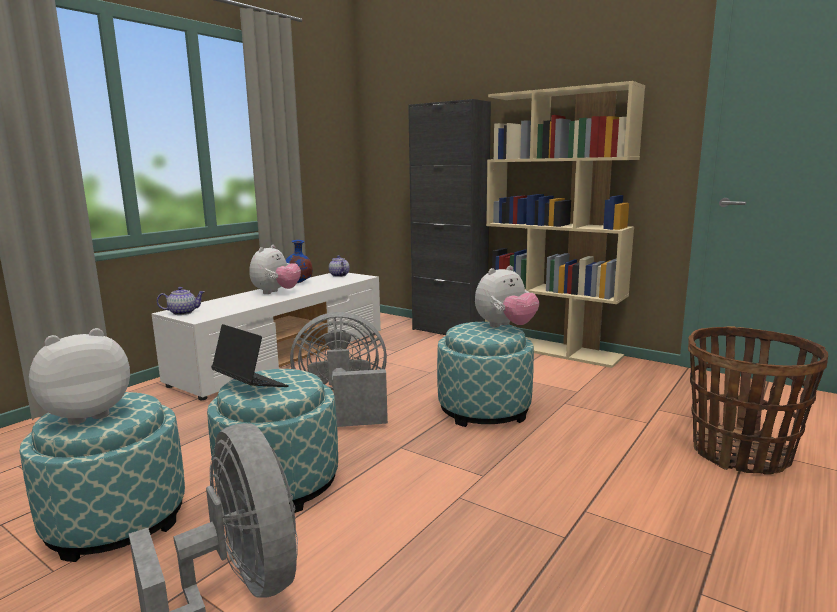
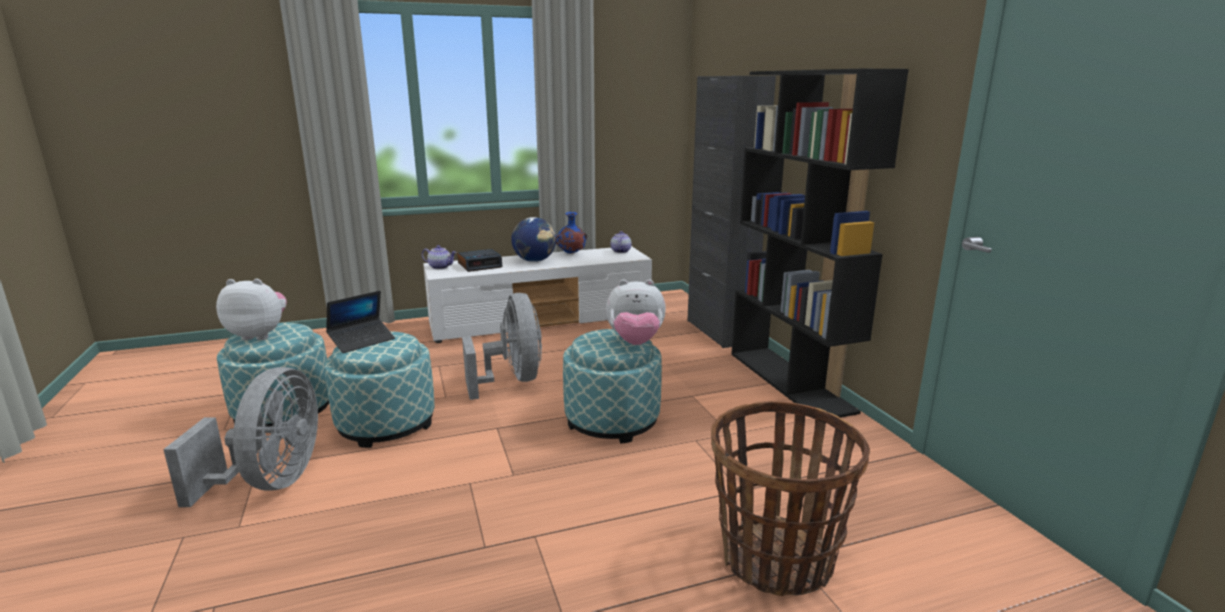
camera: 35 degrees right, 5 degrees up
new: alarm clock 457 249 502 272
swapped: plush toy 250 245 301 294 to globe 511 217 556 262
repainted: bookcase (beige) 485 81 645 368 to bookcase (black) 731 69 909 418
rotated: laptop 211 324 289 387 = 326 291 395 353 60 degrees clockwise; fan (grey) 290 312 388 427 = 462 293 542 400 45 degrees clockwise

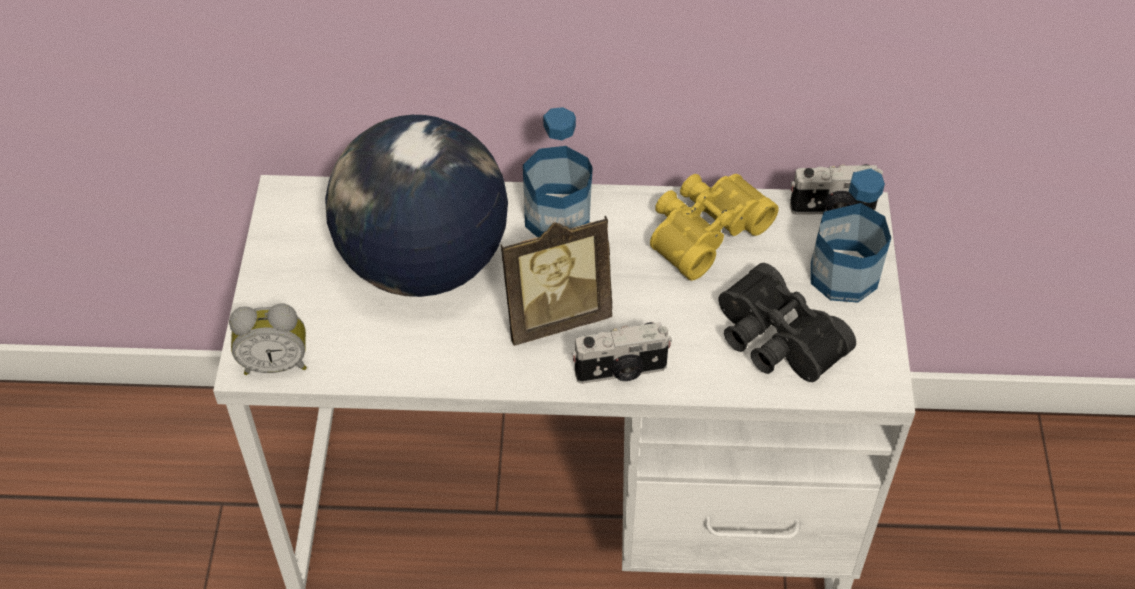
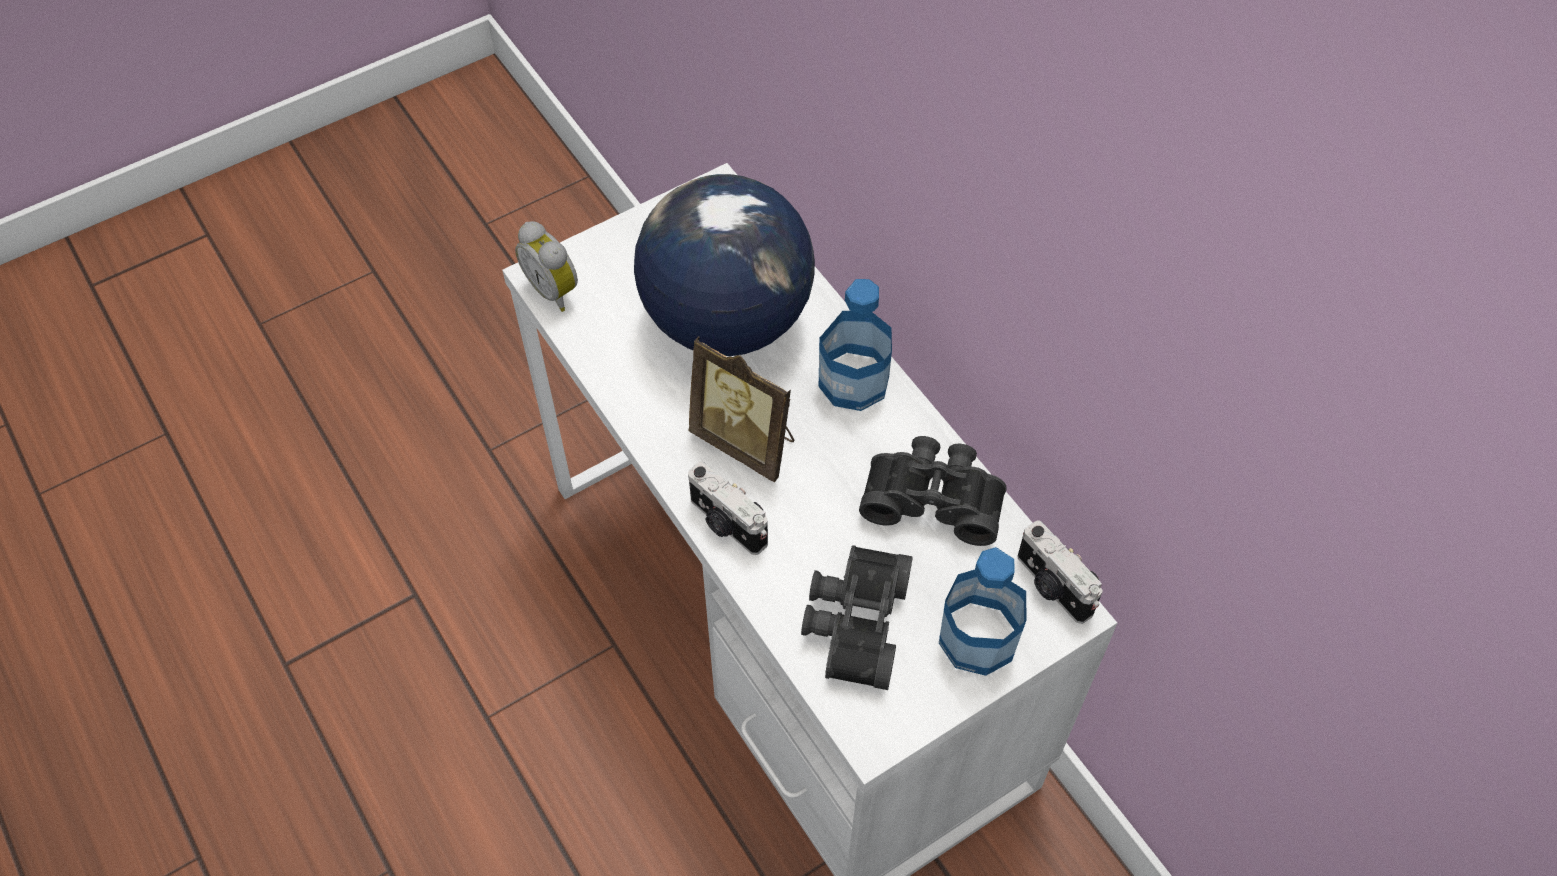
camera: 55 degrees right, 5 degrees up
repainted: binoculars (yellow) 650 174 779 281 to binoculars (black) 859 436 1007 546

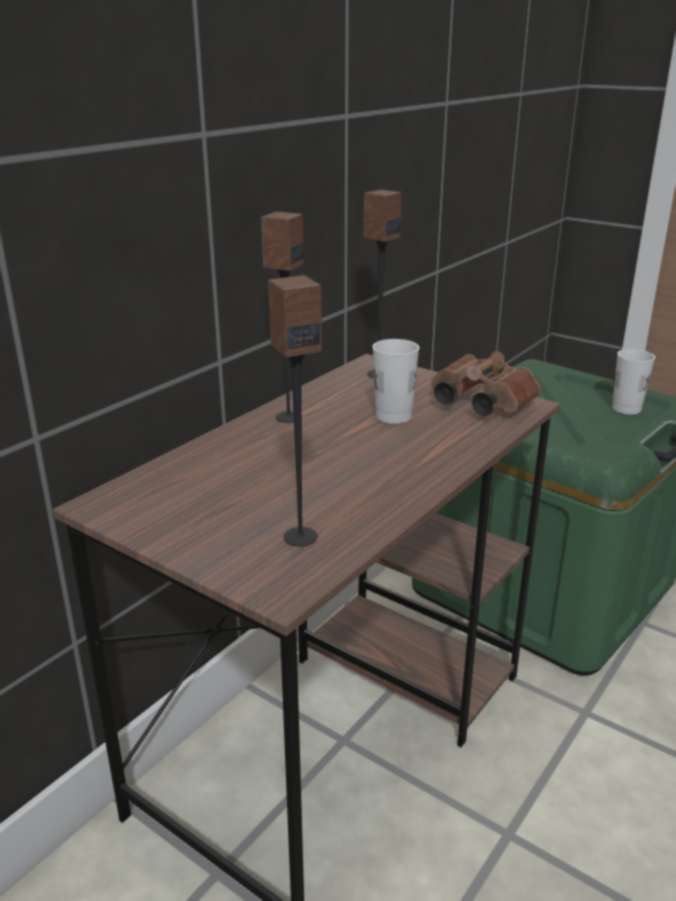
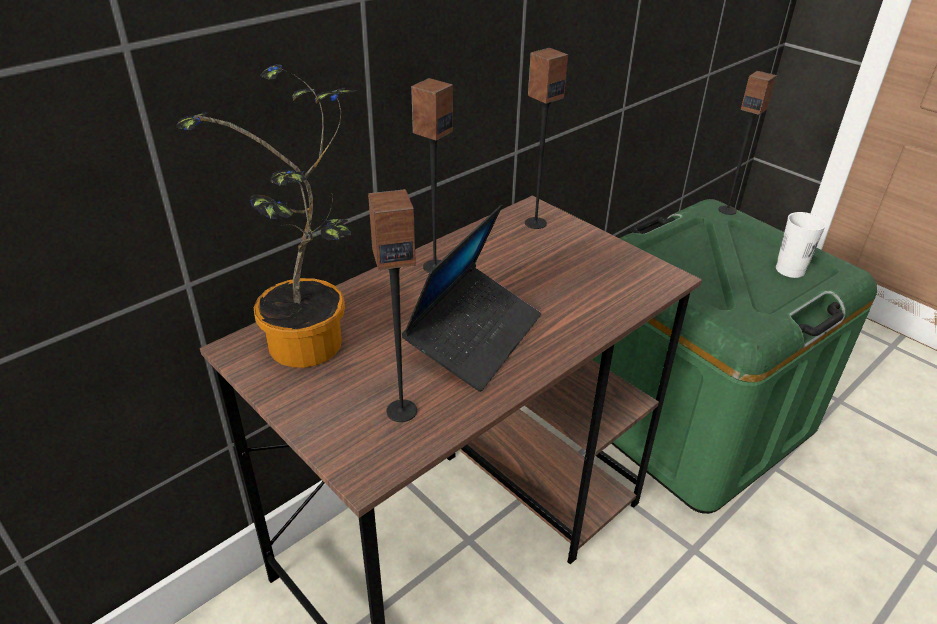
camera: 10 degrees right, 10 degrees up
gone: cup (white) 372 339 419 424; binoculars (brown) 431 351 540 417
new: potted plant 176 64 355 368; laptop 402 205 541 392; speaker 718 71 777 215

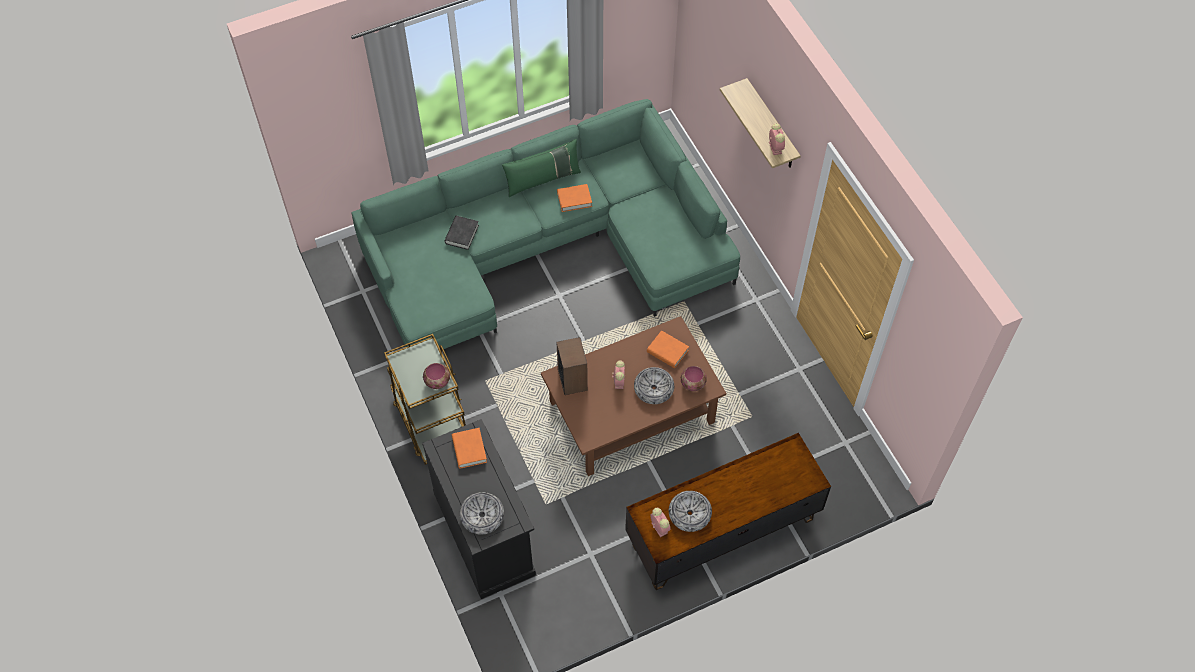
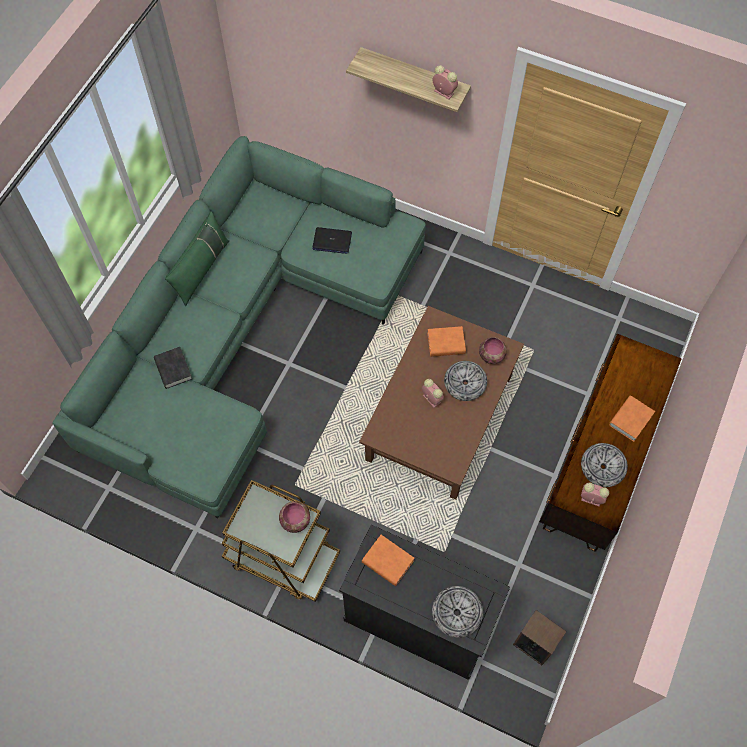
camera: 40 degrees left, 5 degrees up
new: laptop 312 227 352 254
shifted: speaker 556 337 588 395 to 513 610 567 665; book (orange) 557 184 592 212 to 609 396 655 442

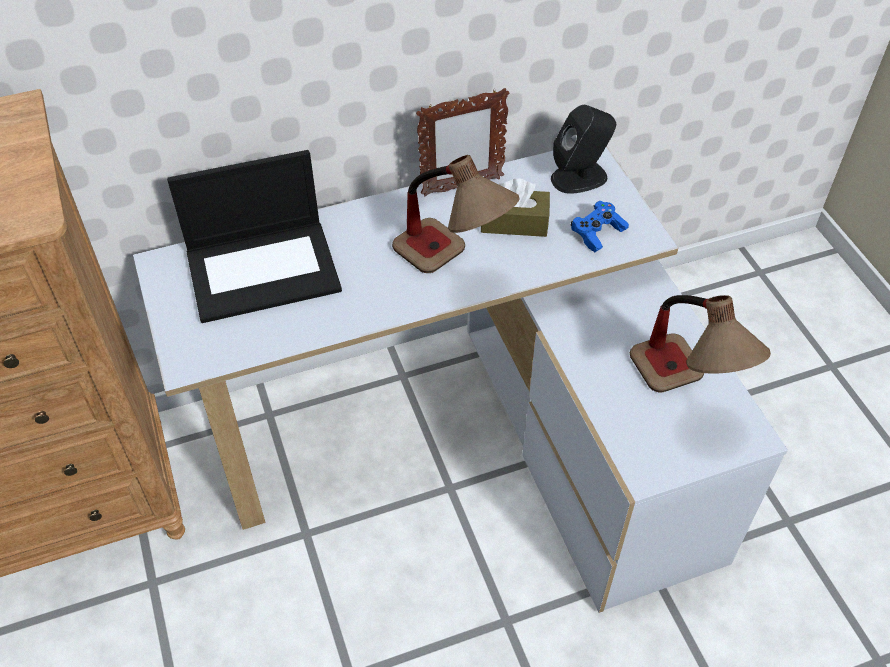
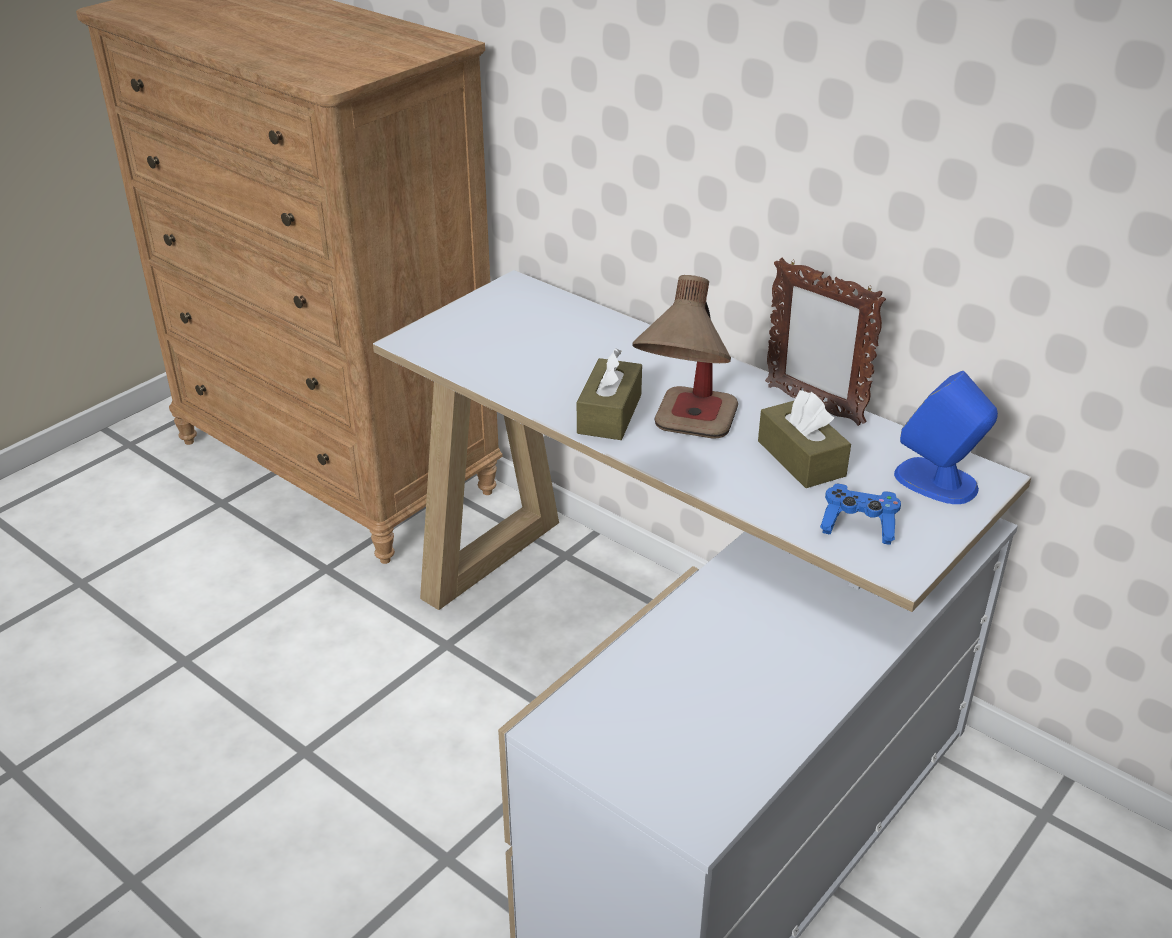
camera: 60 degrees right, 15 degrees down
gone: laptop 167 150 342 323; table lamp 630 295 771 392
new: tissue box (brown) 577 348 642 440
repainted: speaker (black) 551 105 616 194 to speaker (blue) 894 371 998 504

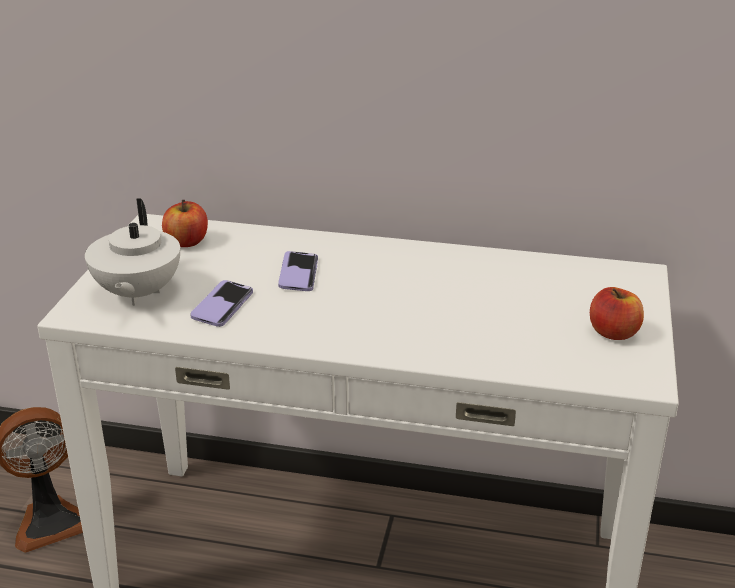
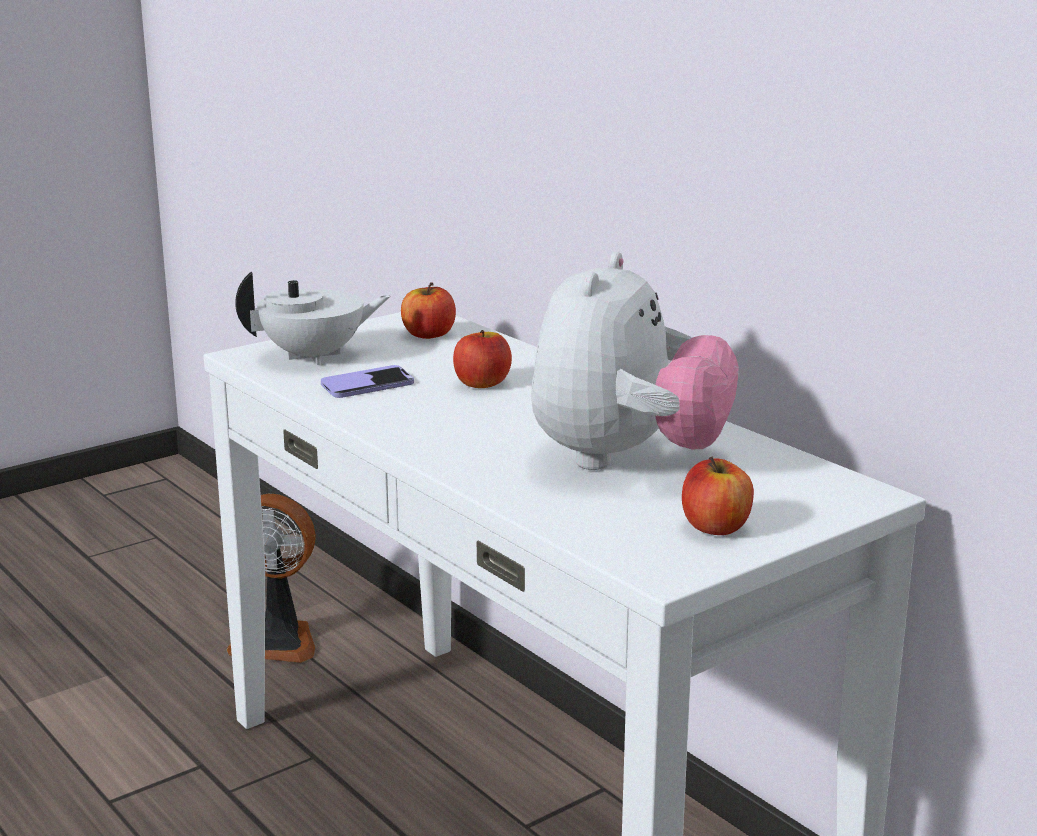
camera: 40 degrees right, 10 degrees down
new: plush toy 531 252 739 470
swapped: phone 278 251 318 291 to apple 453 330 512 388
rotated: teapot (white) 85 199 180 306 = 235 272 391 365 150 degrees counterclockwise

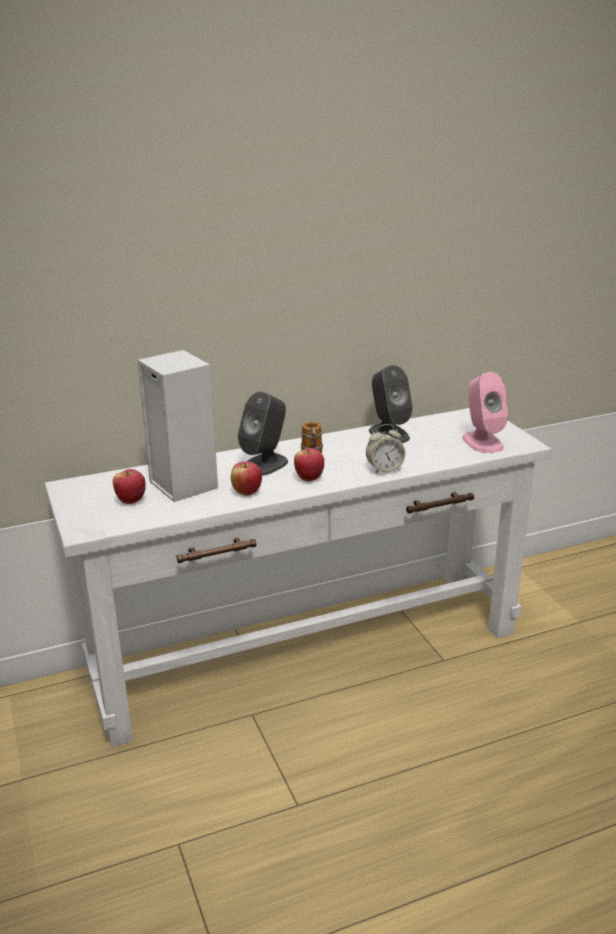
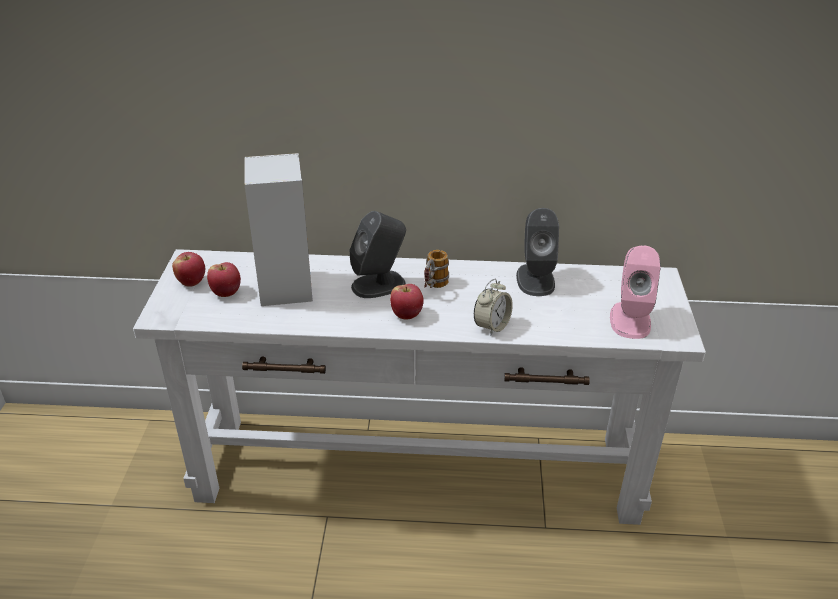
camera: 25 degrees right, 10 degrees up
shifted: apple 231 461 262 496 to 172 252 205 287
rotated: alarm clock 366 424 405 474 = 474 279 513 336 60 degrees counterclockwise

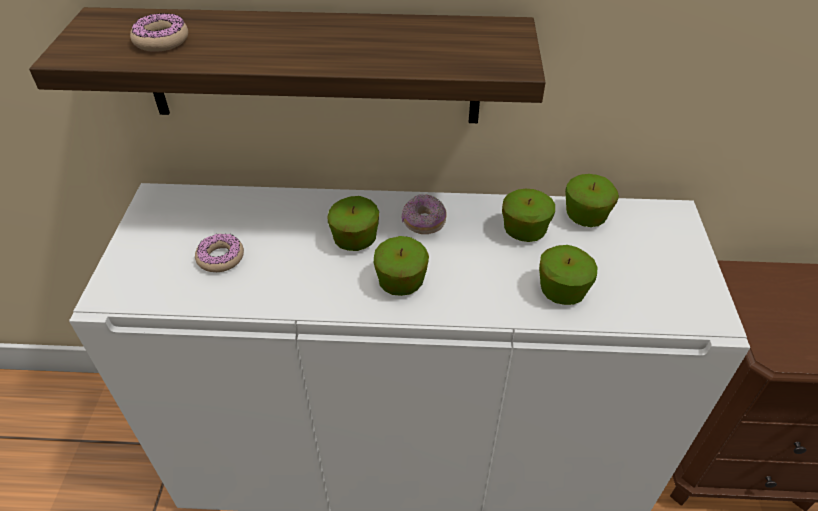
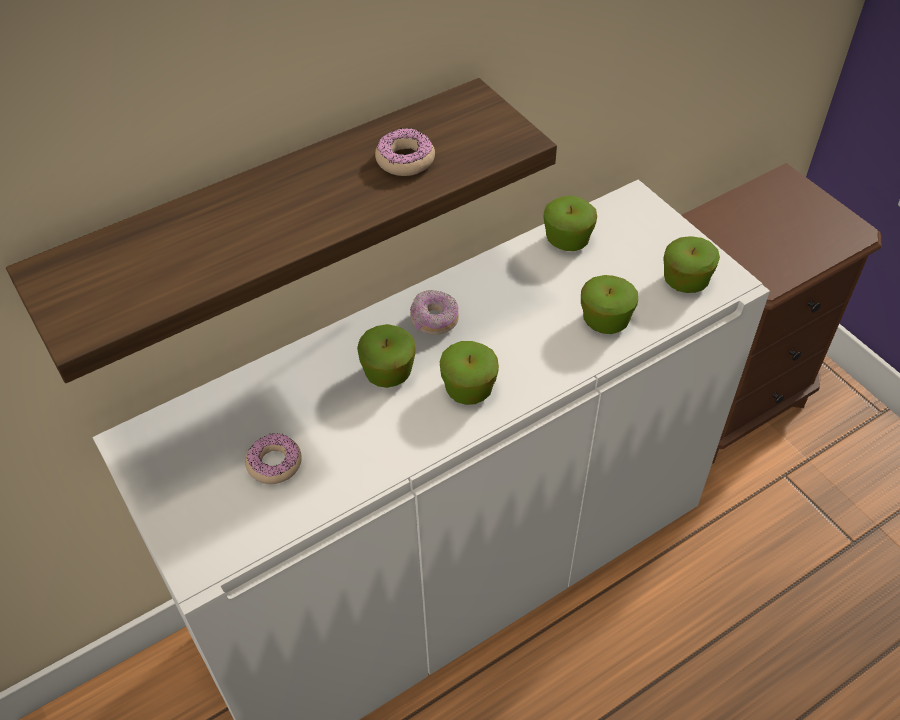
camera: 35 degrees left, 5 degrees up
shifted: donut 130 13 188 52 to 375 128 435 176; apple 502 189 555 242 to 663 236 720 293

